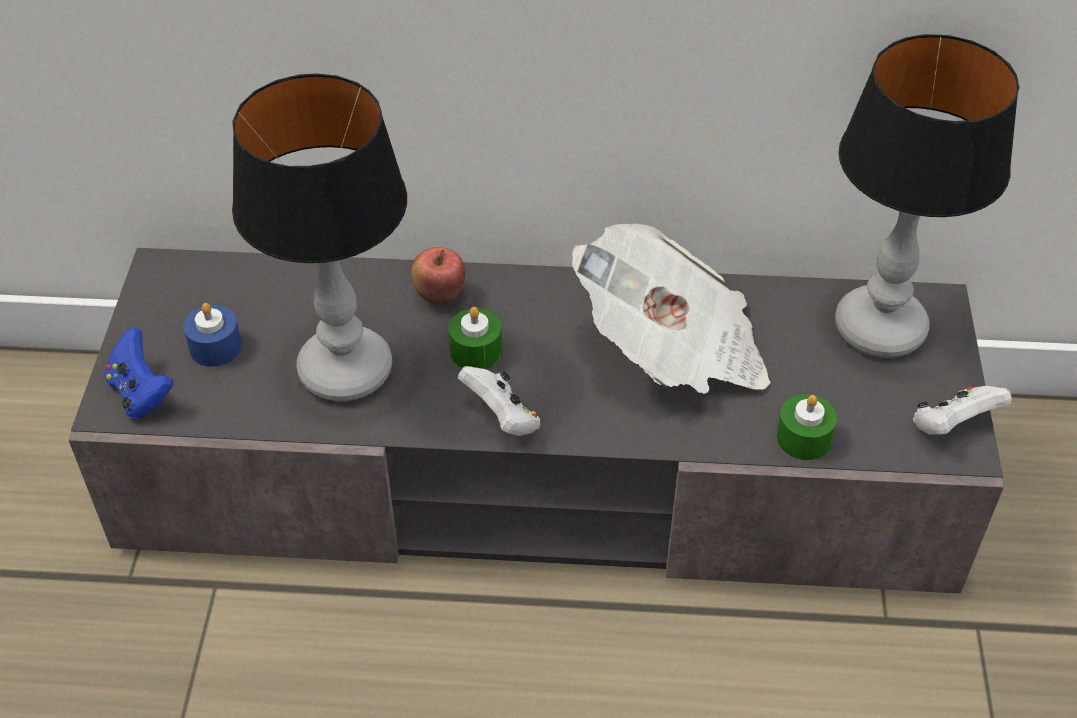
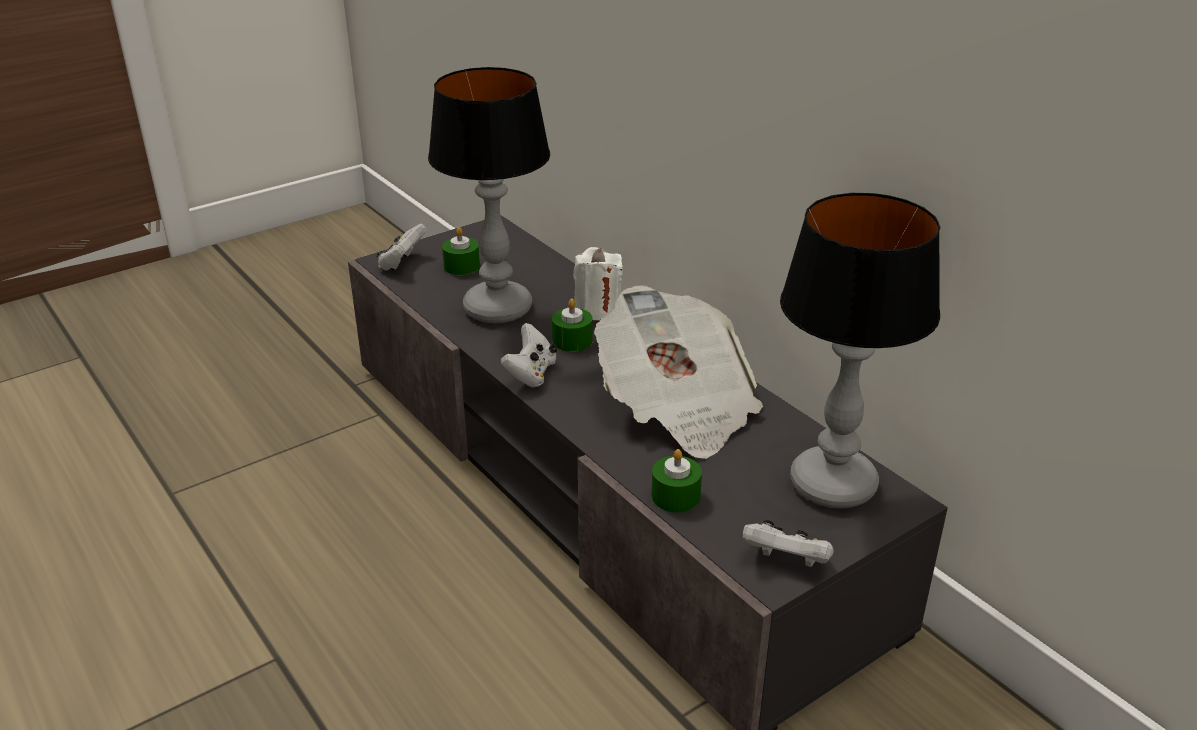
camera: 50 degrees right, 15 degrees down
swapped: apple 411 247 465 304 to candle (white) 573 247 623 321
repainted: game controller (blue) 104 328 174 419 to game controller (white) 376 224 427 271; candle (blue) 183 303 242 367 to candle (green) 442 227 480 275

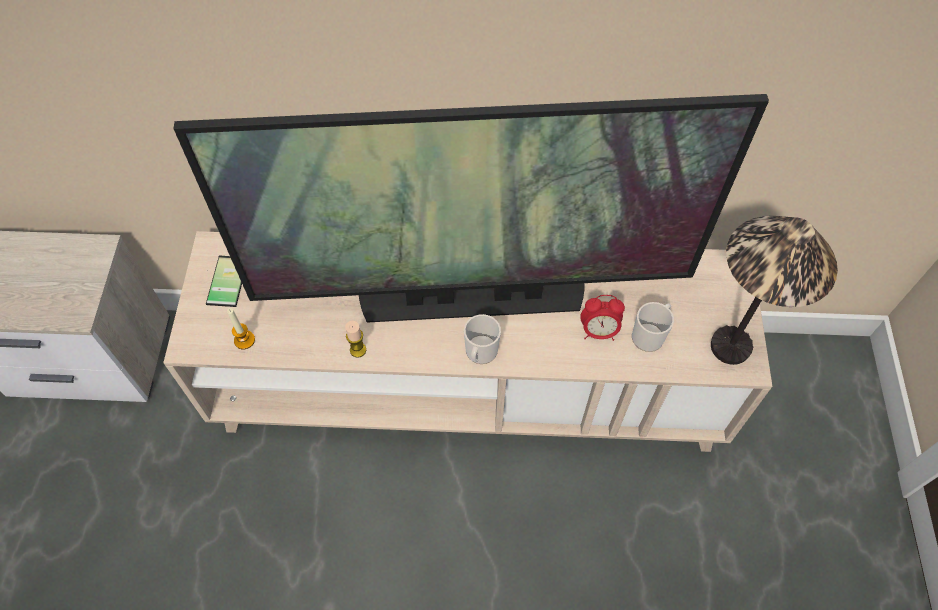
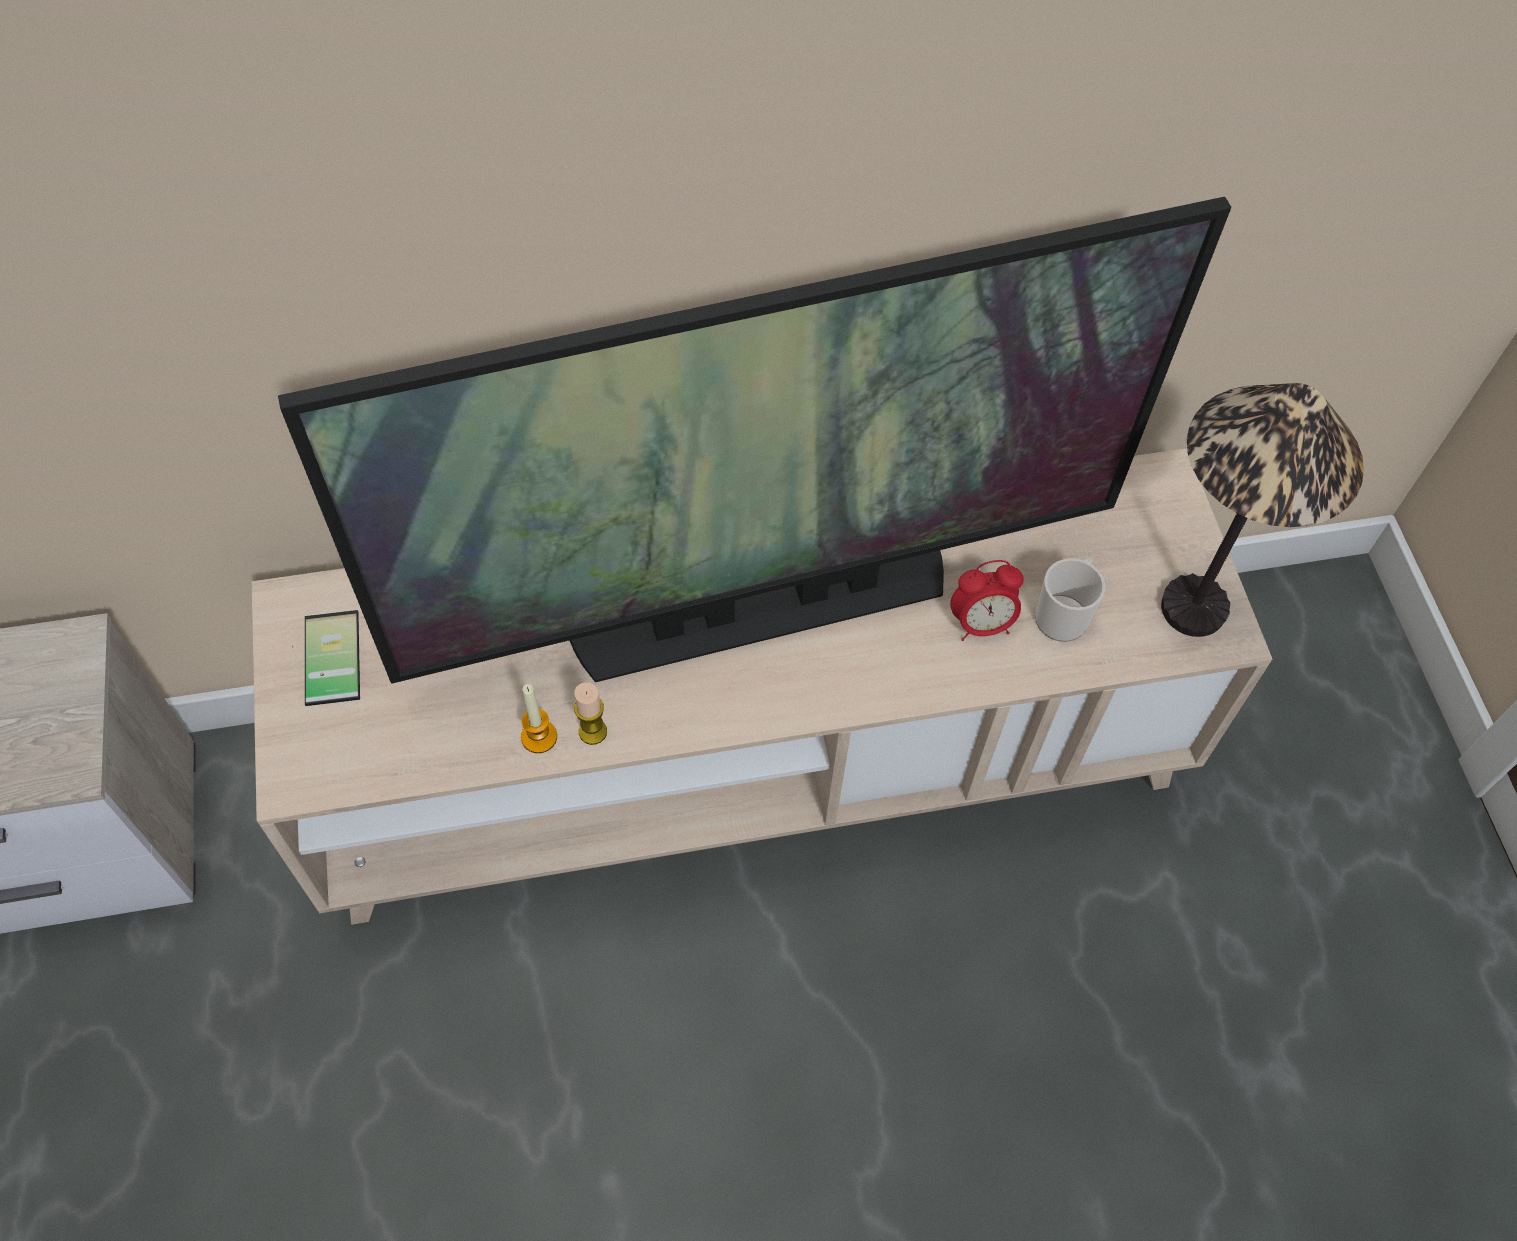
camera: 15 degrees left, 0 degrees up
gone: mug 464 314 501 364
shifted: candle 227 308 255 349 to 521 684 557 753

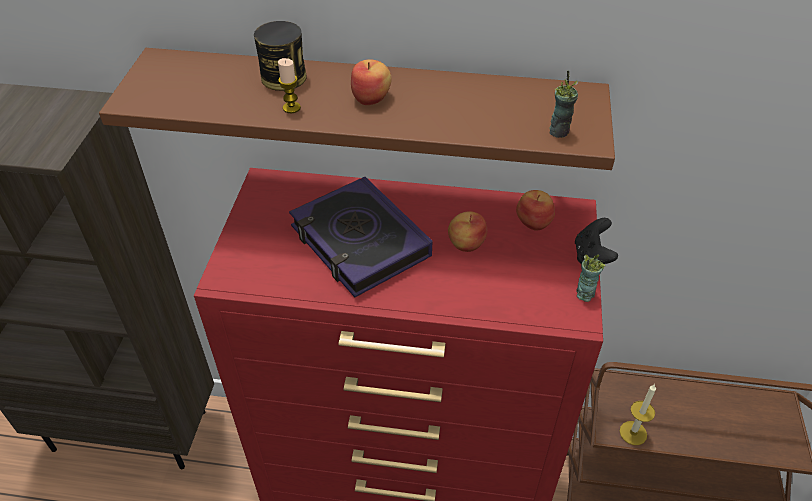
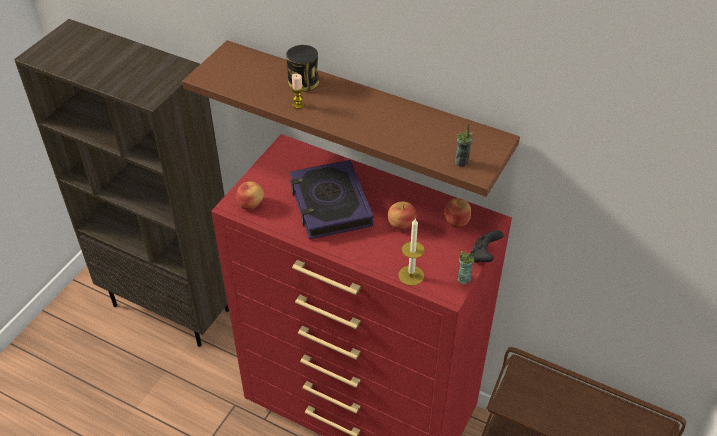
camera: 20 degrees right, 0 degrees up
shifted: apple 351 59 392 105 to 237 181 264 210; candle 620 384 656 445 to 398 219 424 286

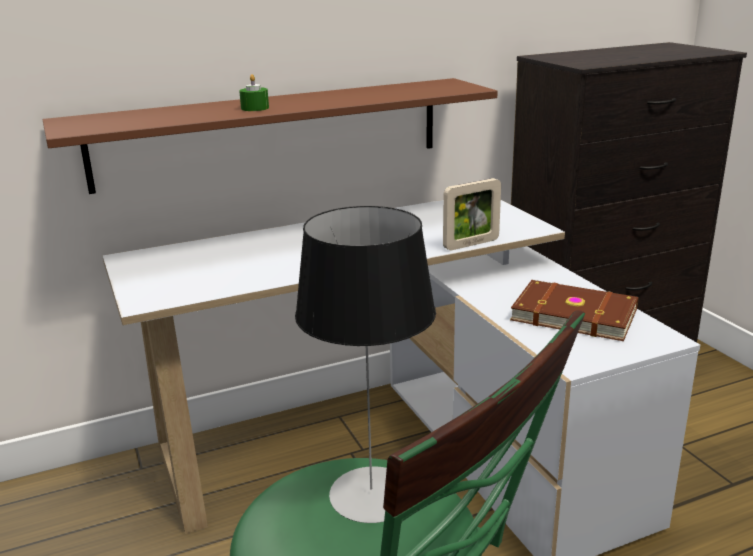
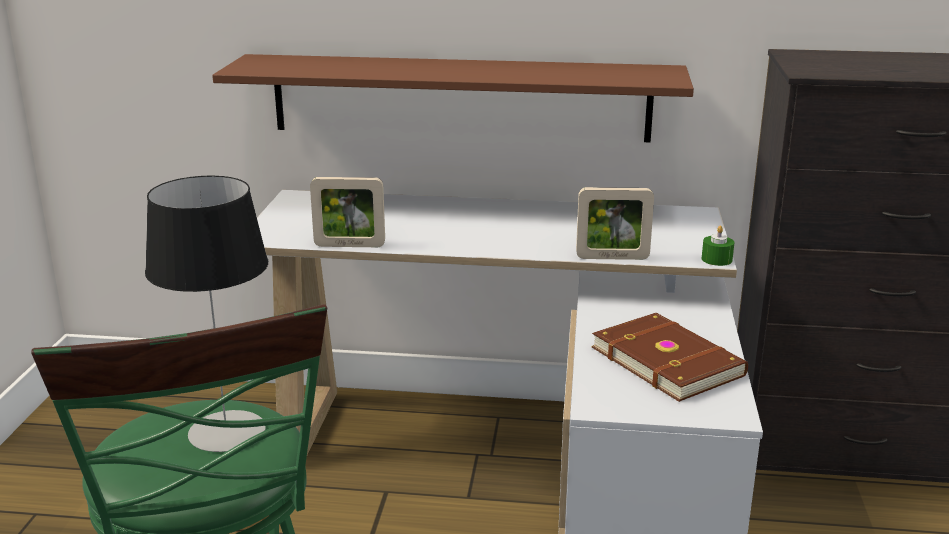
camera: 30 degrees right, 0 degrees up
new: picture frame 310 177 385 247
shifted: candle (green) 239 74 269 111 to 702 226 734 266

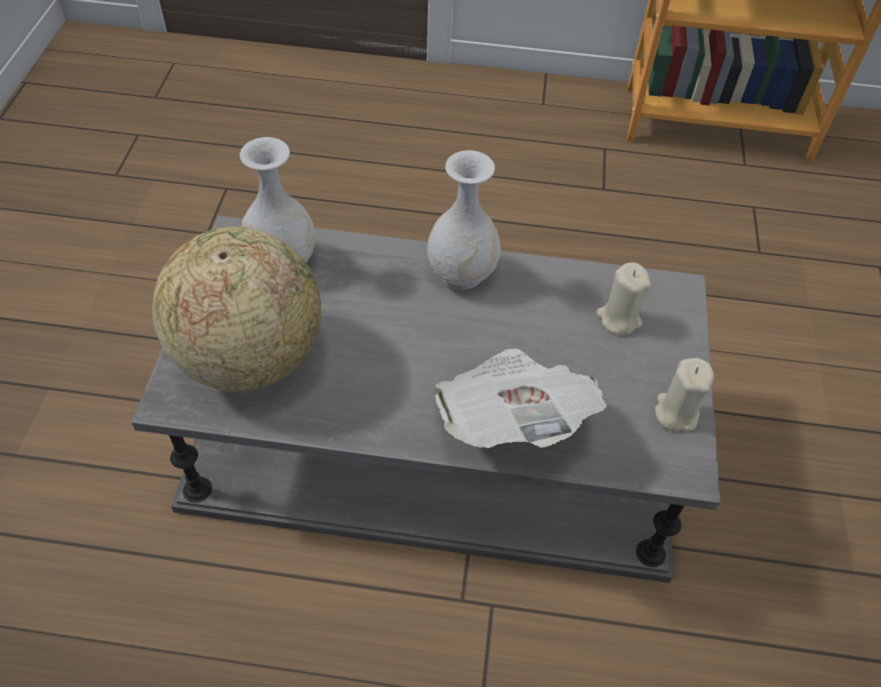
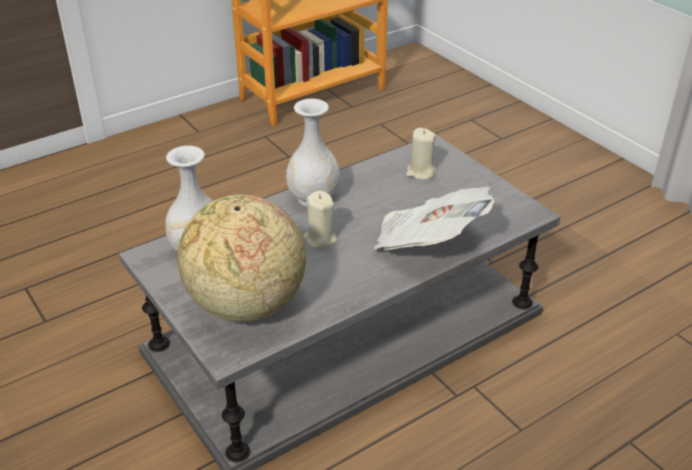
camera: 40 degrees left, 15 degrees down
shifted: candle (beige) 655 358 714 431 to 303 191 337 249

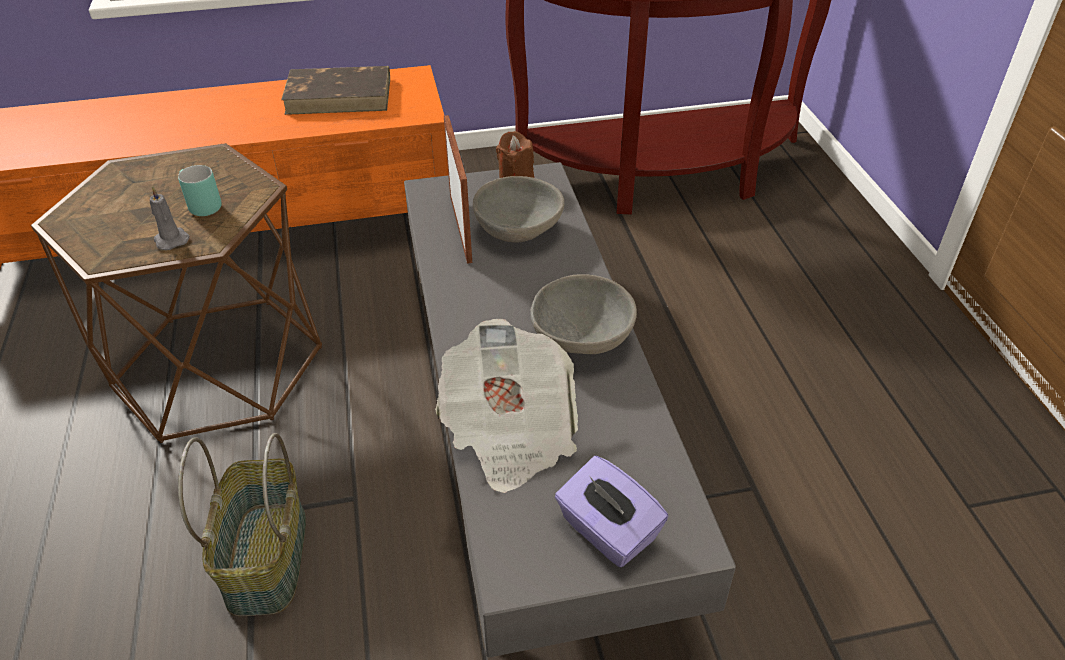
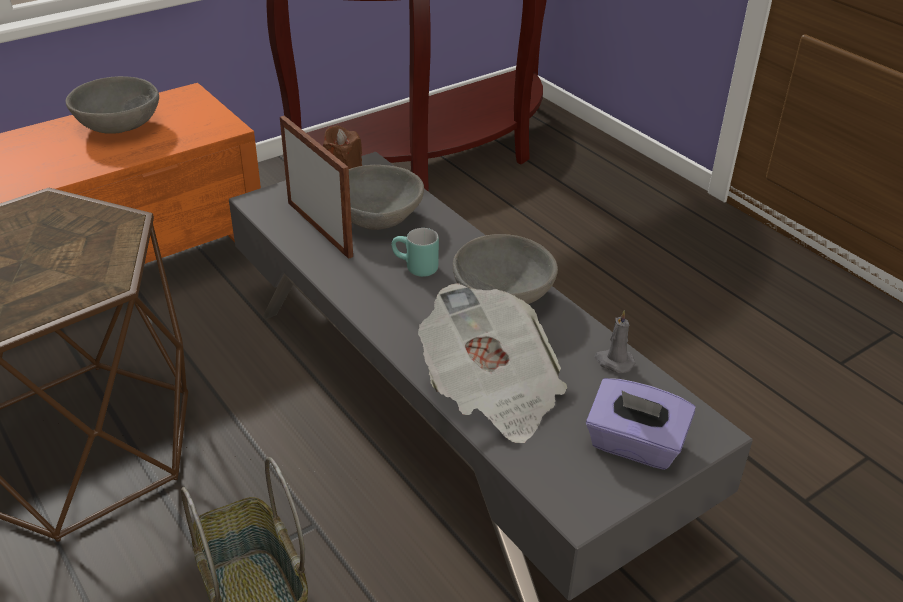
camera: 25 degrees left, 5 degrees down
shifted: candle (grey) 149 186 190 250 to 595 310 635 373; mug (turquoise) 178 165 222 216 to 392 228 439 277
swapped: book (brown) 281 66 390 115 to bowl (grey) 66 76 159 134

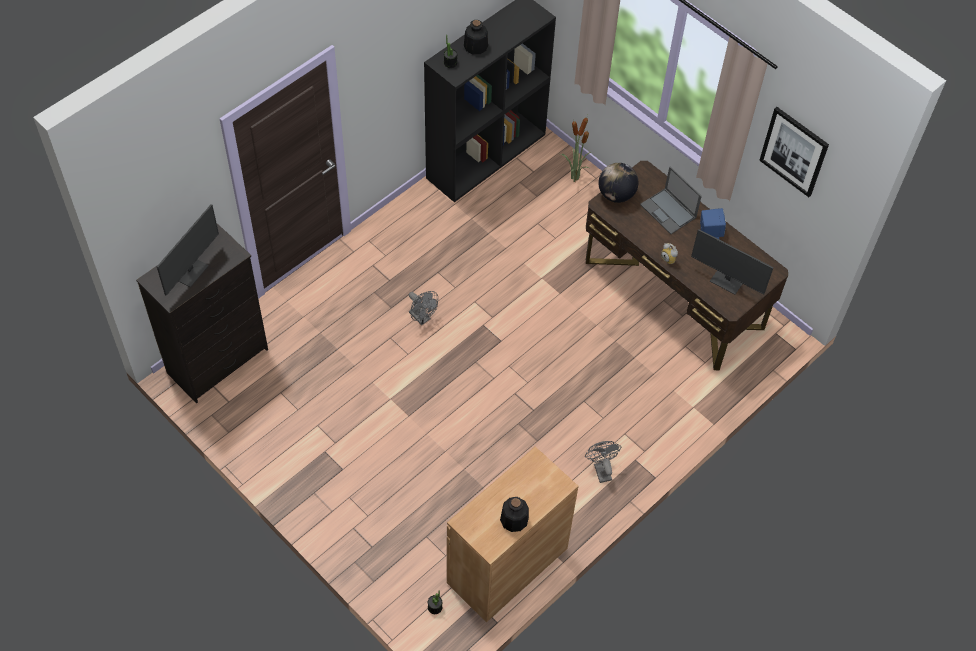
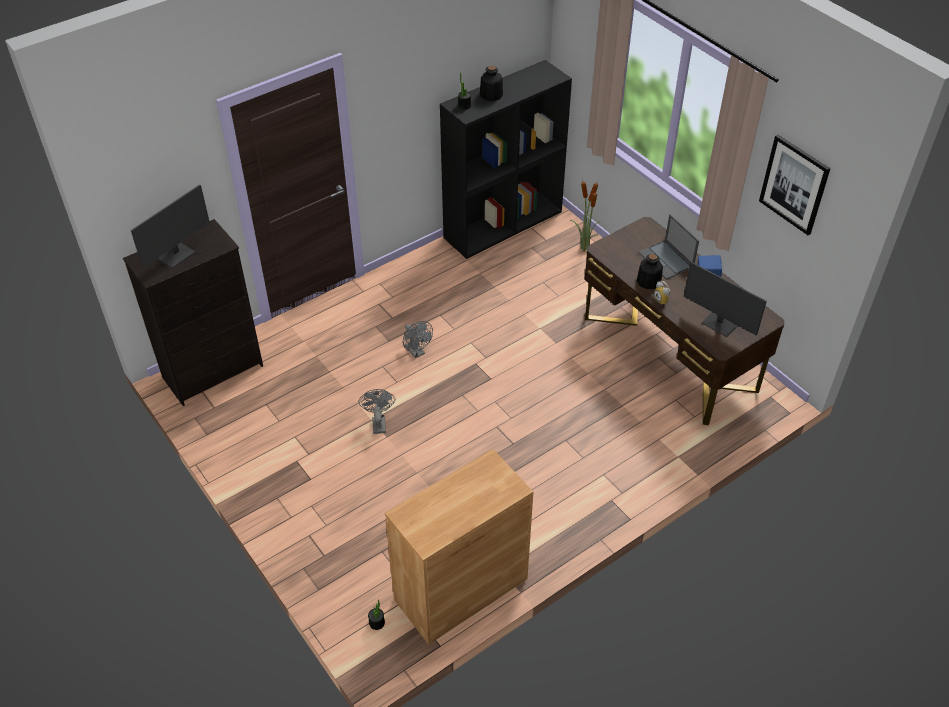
camera: 10 degrees right, 10 degrees down
gone: globe 599 163 639 203
shifted: bottle 500 497 529 532 to 637 254 663 289; fan (grey) 585 441 621 483 to 358 389 395 434

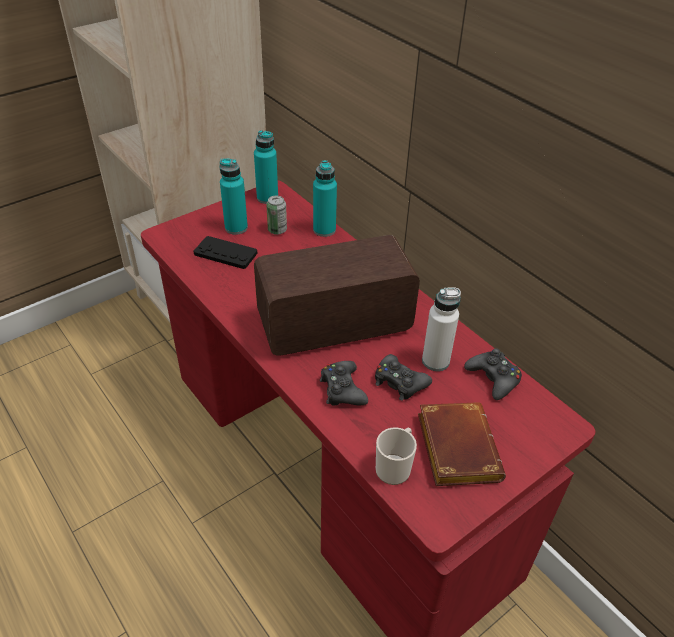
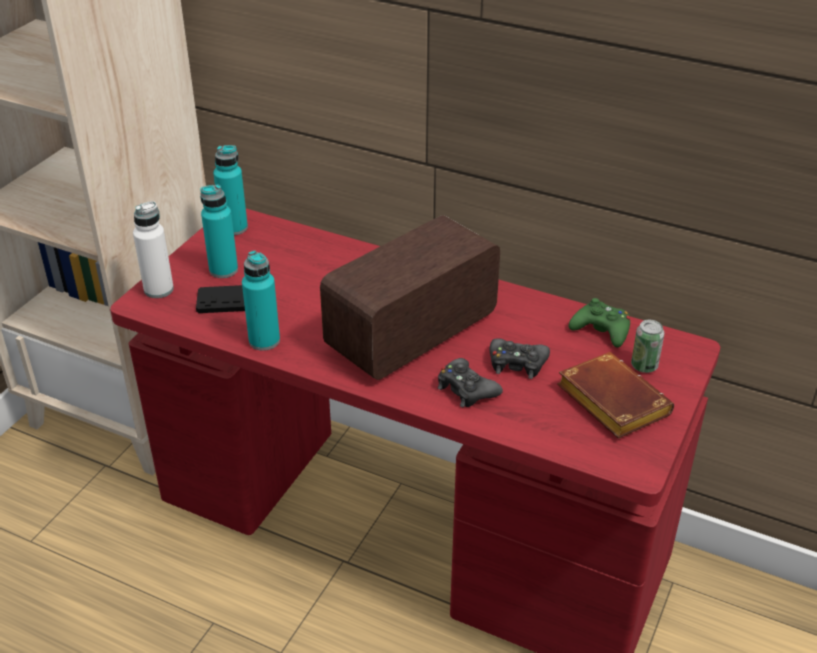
camera: 25 degrees left, 5 degrees down
gone: mug 376 427 417 485
shifted: can 266 196 287 235 to 631 320 664 373; bottle (turquoise) 313 160 337 237 to 242 251 280 351; bottle (white) 422 287 461 371 to 133 201 174 298
repainted: game controller (black) 464 348 522 400 to game controller (green) 569 298 630 347

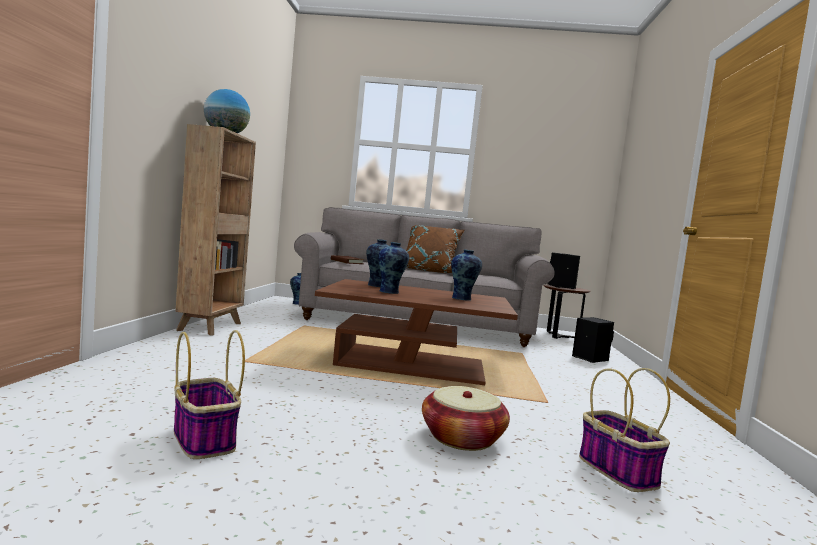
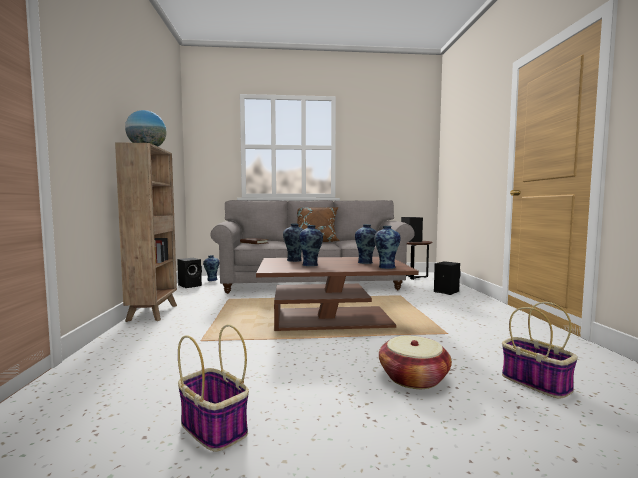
camera: 10 degrees left, 0 degrees up
new: speaker (black) 177 258 202 288; vase 374 226 401 269

